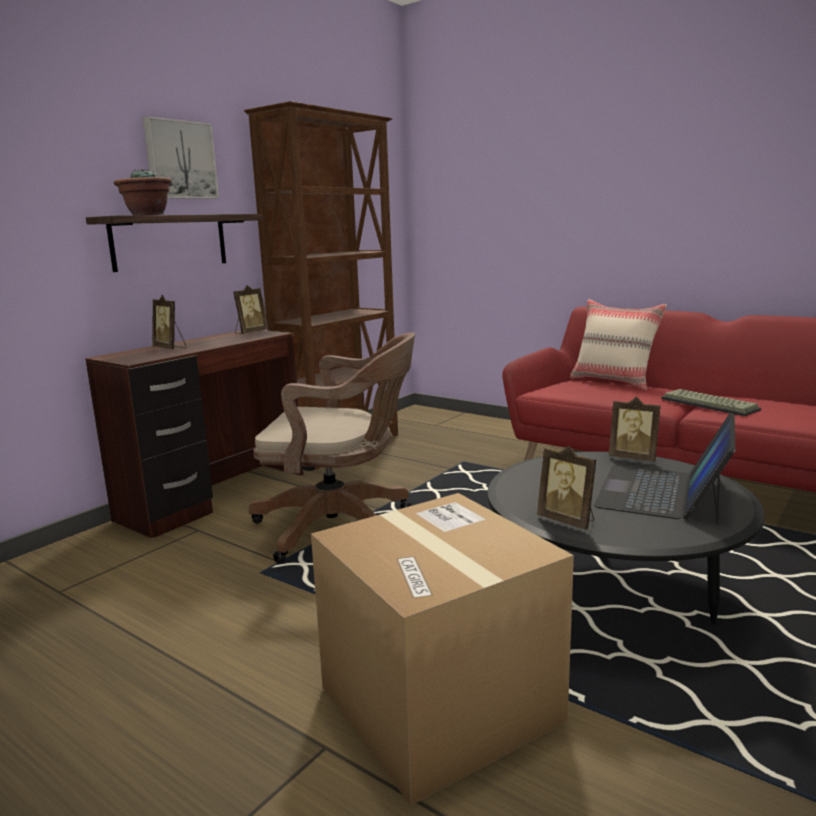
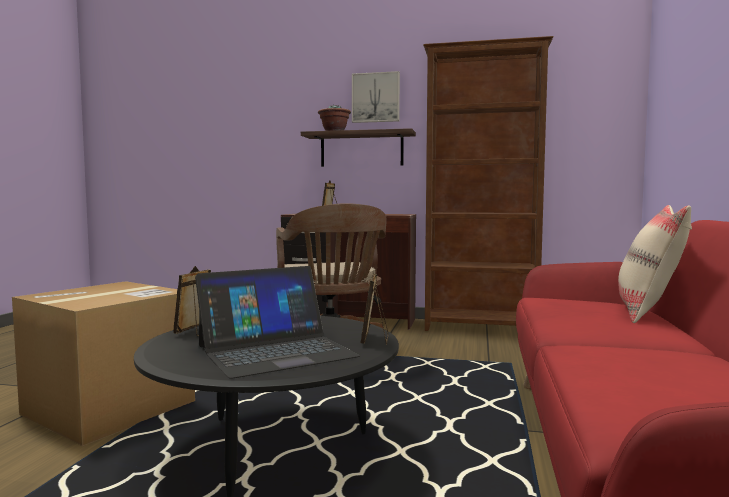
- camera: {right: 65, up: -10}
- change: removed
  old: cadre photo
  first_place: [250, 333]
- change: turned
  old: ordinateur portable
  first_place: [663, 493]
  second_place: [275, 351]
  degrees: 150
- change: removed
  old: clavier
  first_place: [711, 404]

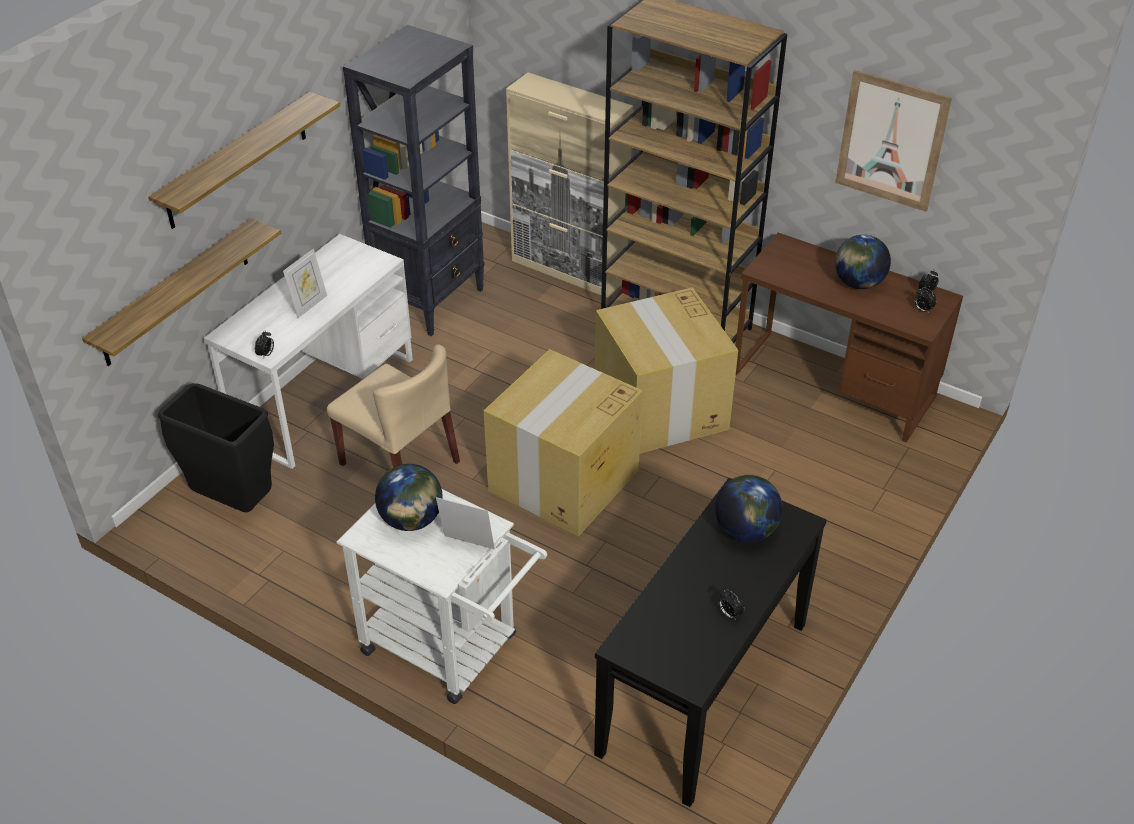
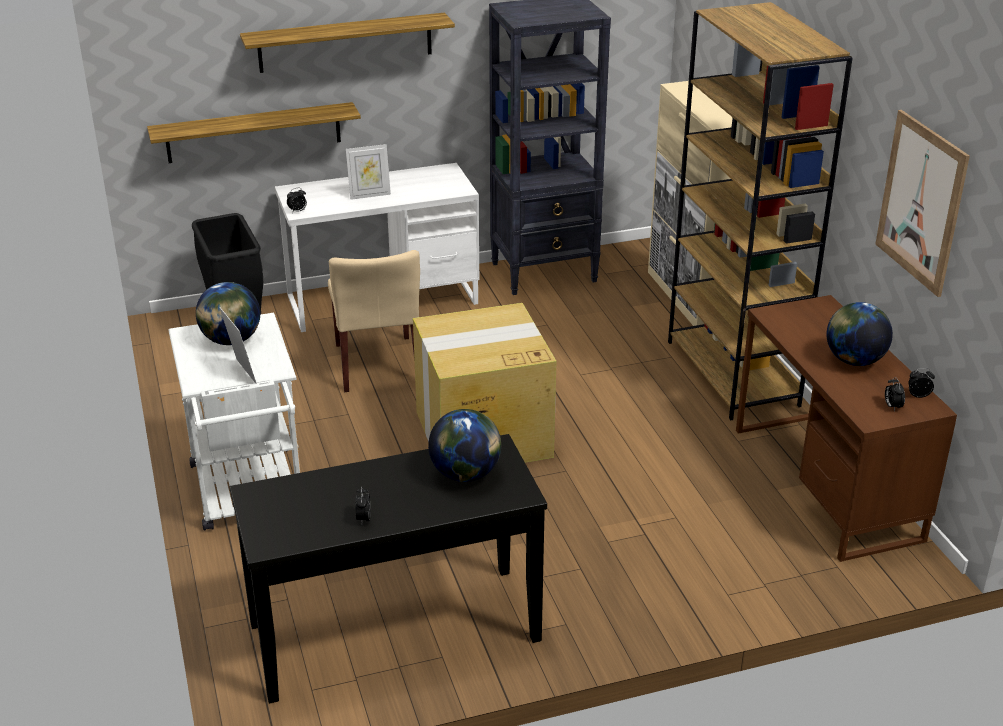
- camera: {right: 40, up: -10}
- change: removed
  old: carton
  first_place: [661, 410]

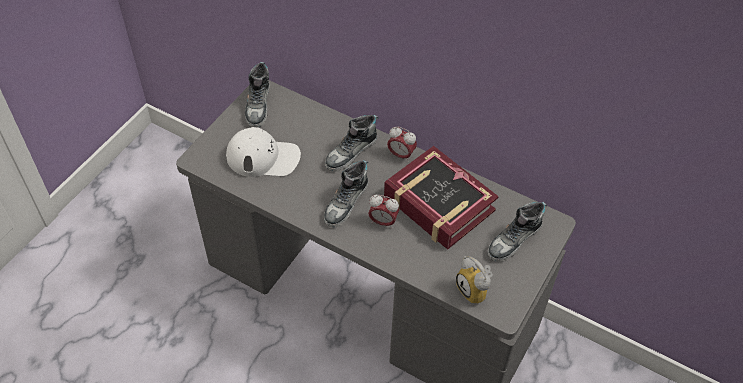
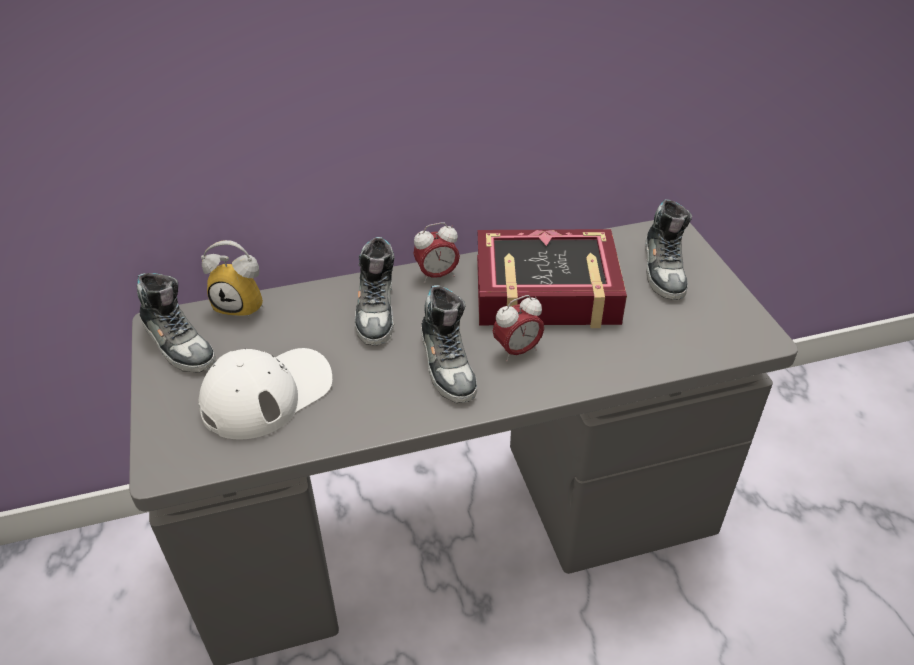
- camera: {right: -45, up: -10}
- change: moved
  old: réveil
  first_place: [476, 291]
  second_place: [244, 305]

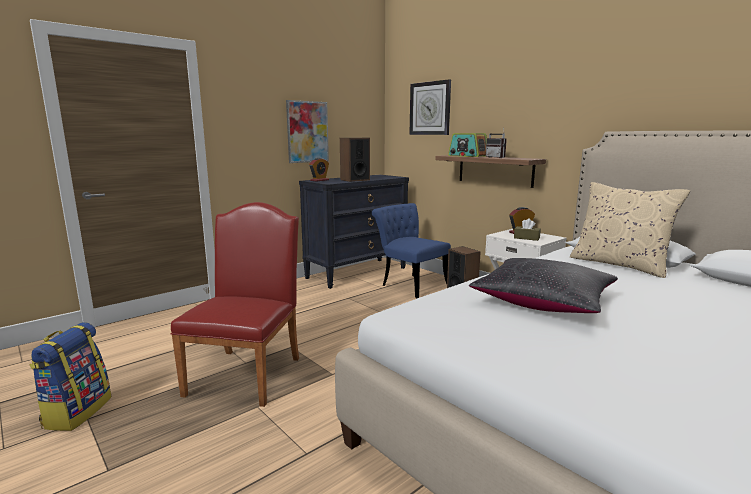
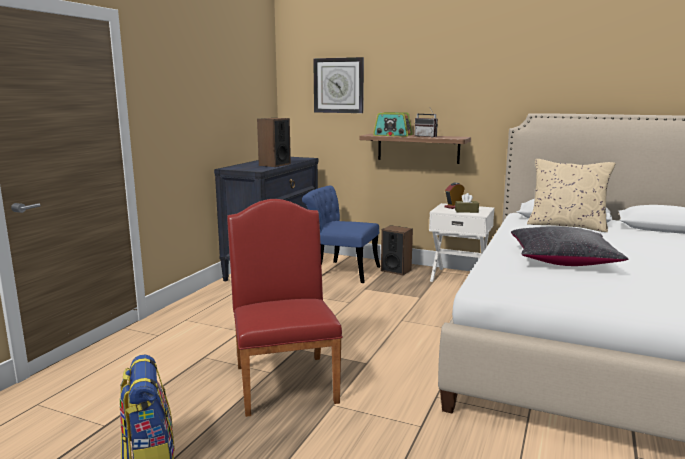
- camera: {right: -25, up: 0}
- change: removed
  old: tableau
  first_place: [307, 132]
- change: removed
  old: réveil
  first_place: [319, 180]

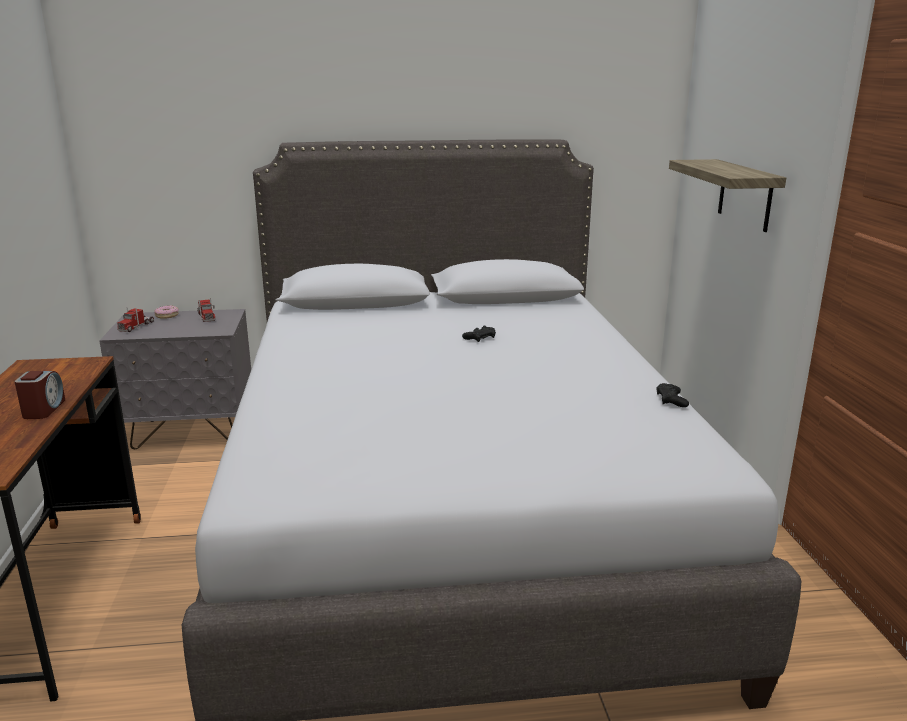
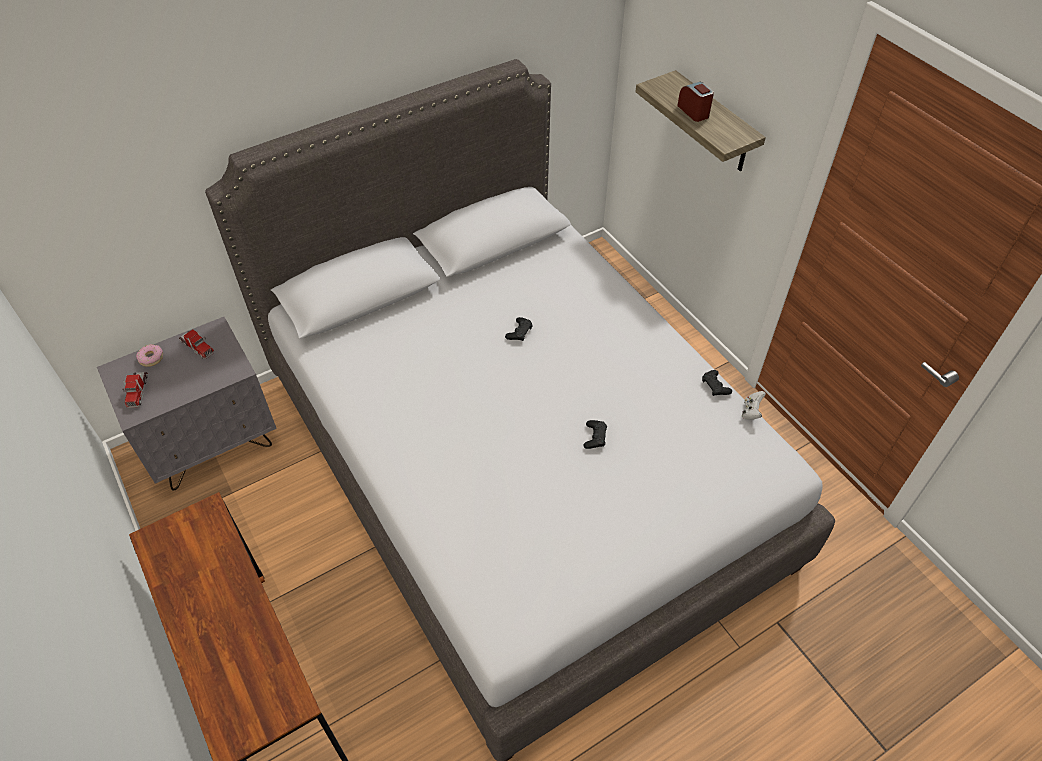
- camera: {right: -25, up: 30}
- change: moved
  old: réveil
  first_place: [44, 409]
  second_place: [694, 111]
- change: added
  new: manette (noir)
  second_place: [595, 437]
- change: added
  new: manette (blanc)
  second_place: [751, 411]

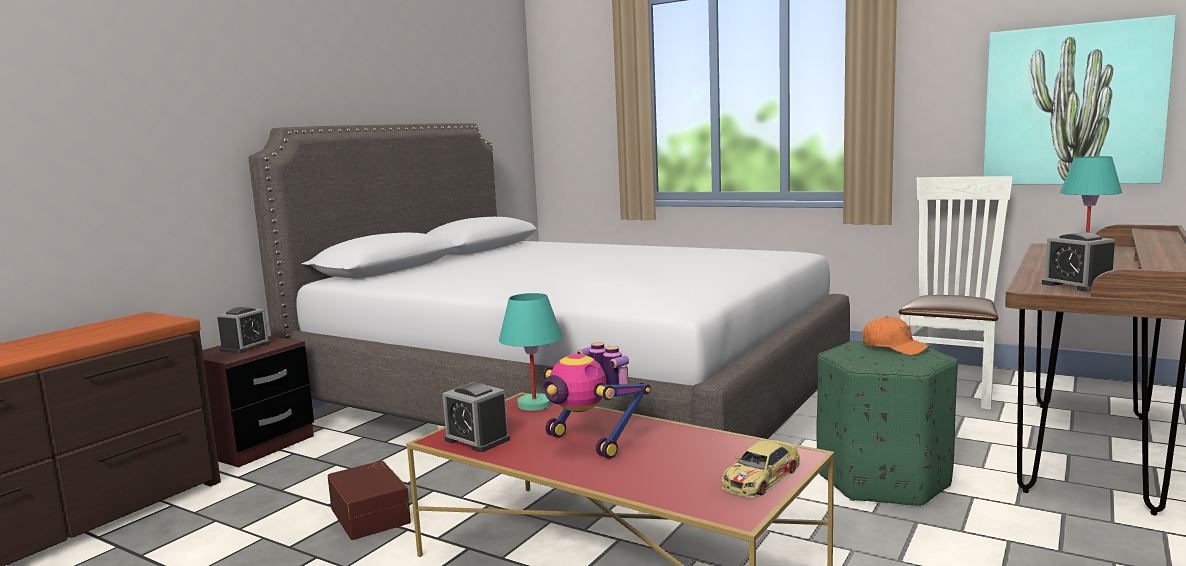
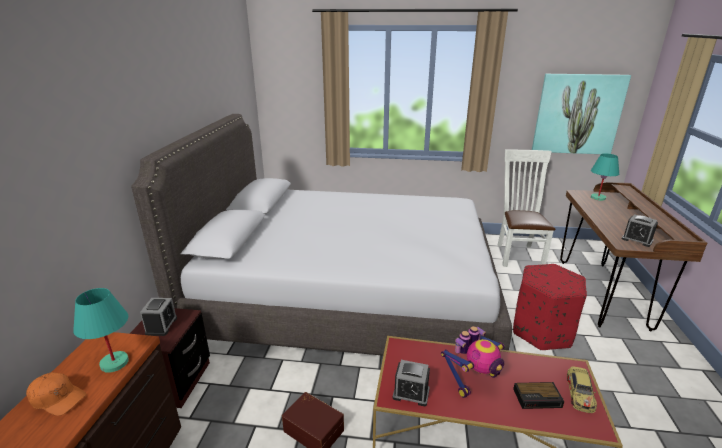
- camera: {right: -25, up: 15}
- change: moved
  old: lampe de table (turquoise)
  first_place: [535, 404]
  second_place: [115, 362]
- change: turned
  old: robot jouet
  first_place: [591, 442]
  second_place: [473, 380]
  degrees: -60
- change: recoloured
  old: pouf (vert)
  new: pouf (rouge)
  first_place: [883, 480]
  second_place: [542, 331]
- change: moved
  old: casquette (orange)
  first_place: [894, 347]
  second_place: [57, 398]
- change: added
  new: réveil
  second_place: [538, 398]

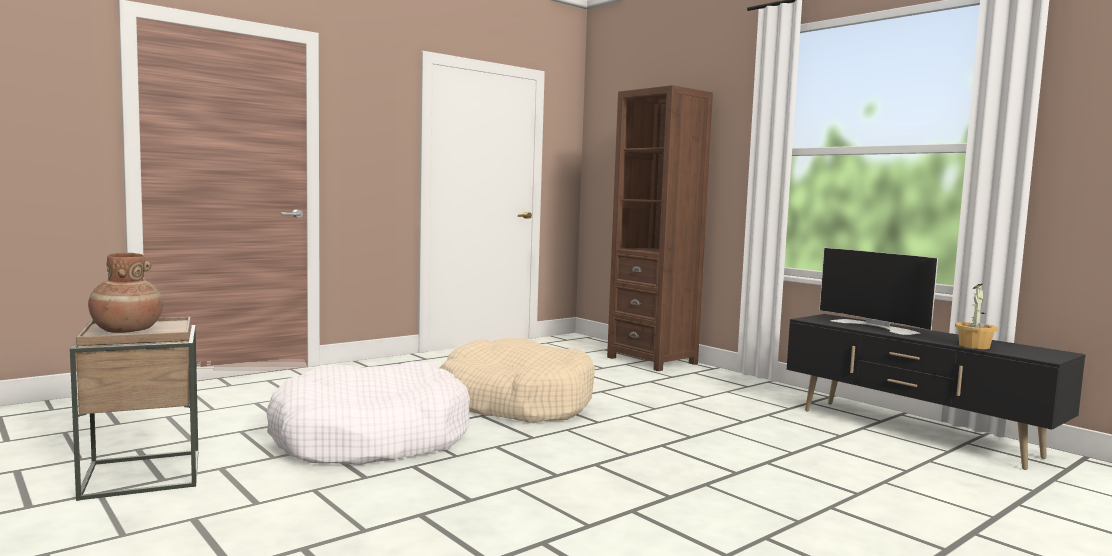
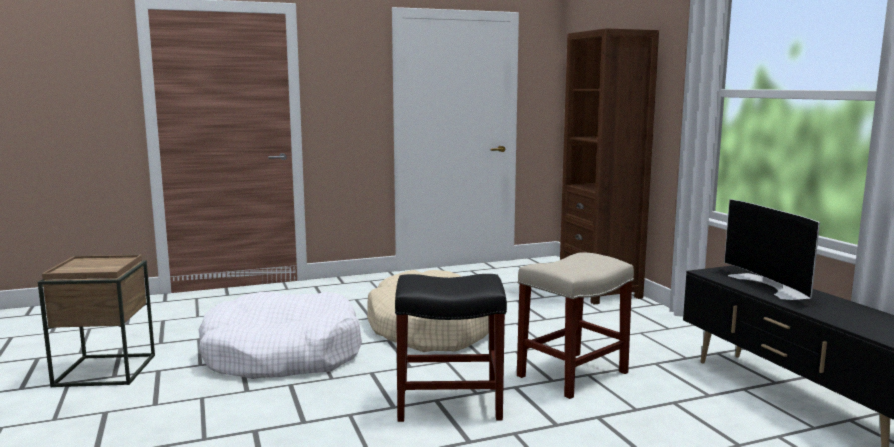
- camera: {right: 20, up: 5}
- change: removed
  old: vase (marron)
  first_place: [127, 331]
- change: removed
  old: plante en pot
  first_place: [974, 346]
- change: added
  new: tabouret (noir)
  second_place: [450, 403]
- change: added
  new: tabouret (beige)
  second_place: [572, 375]

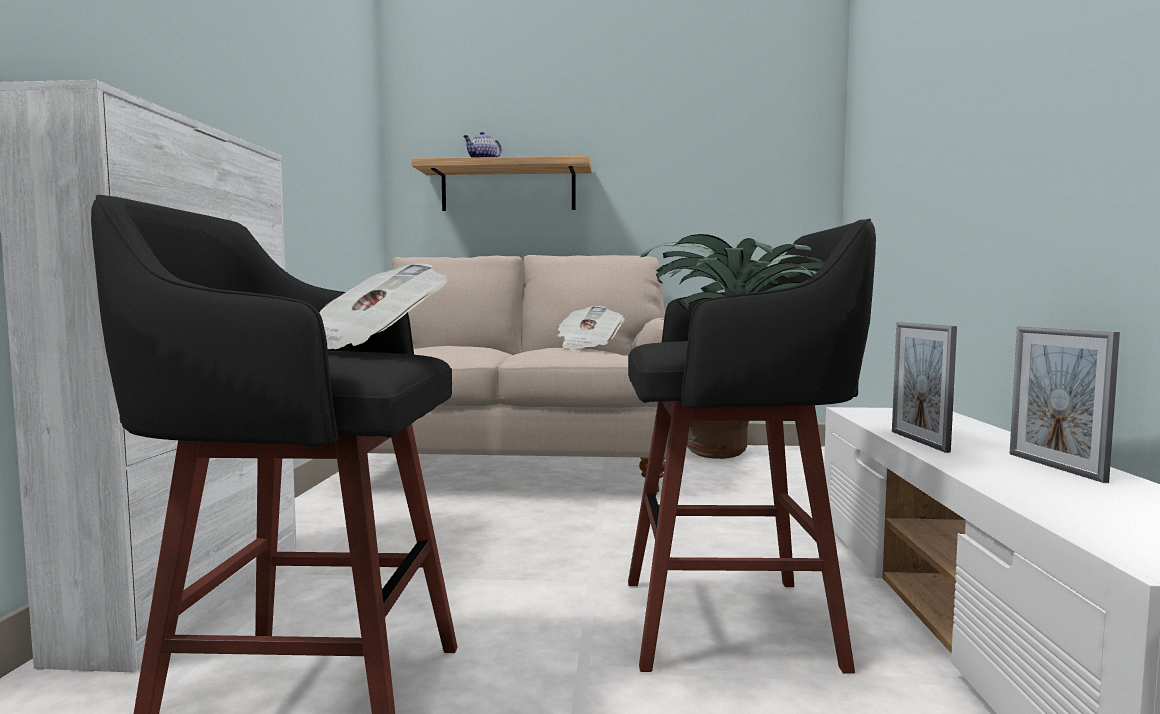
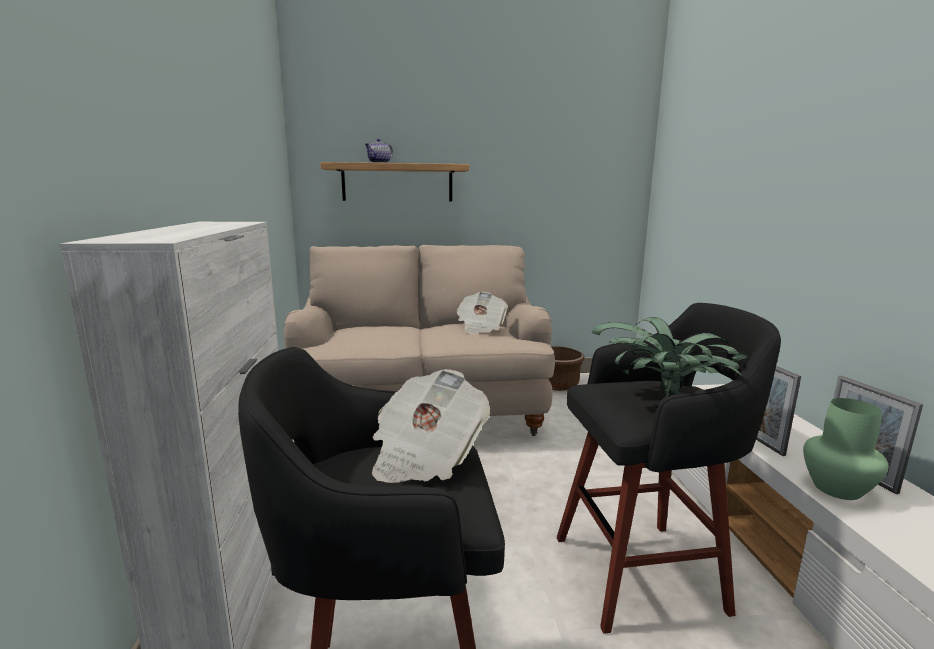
- camera: {right: -10, up: 10}
- change: added
  new: vase (vert)
  second_place: [837, 489]

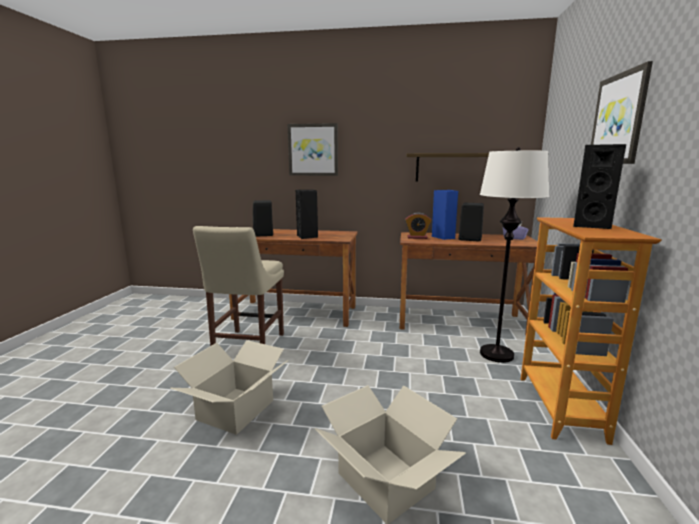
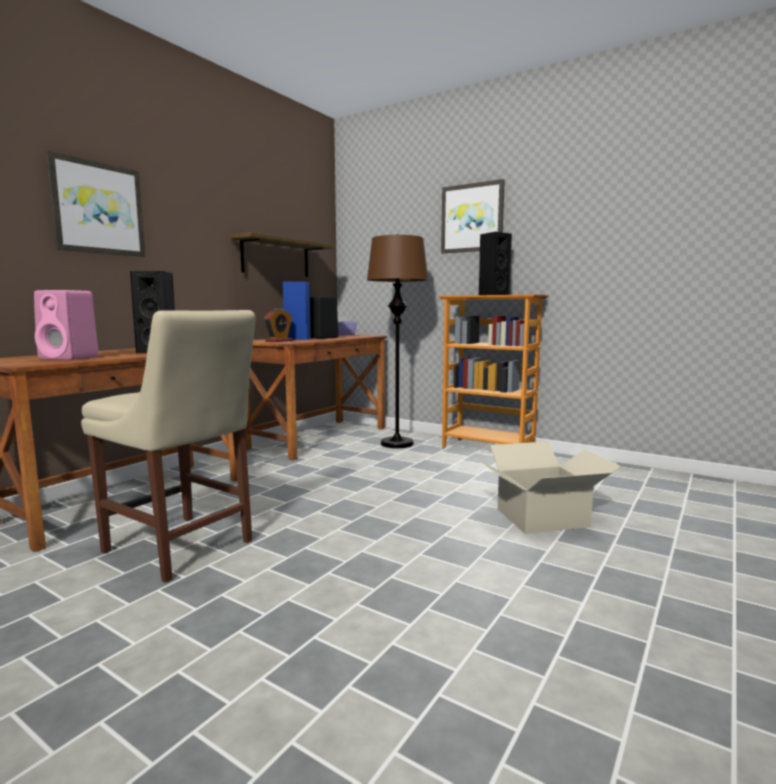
- camera: {right: -65, up: -5}
- change: removed
  old: carton
  first_place: [236, 410]
- change: recoloured
  old: enceinte (noir)
  new: enceinte (rose)
  first_place: [264, 234]
  second_place: [71, 358]
- change: recoloured
  old: lampadaire (blanc)
  new: lampadaire (marron)
  first_place: [496, 354]
  second_place: [397, 444]

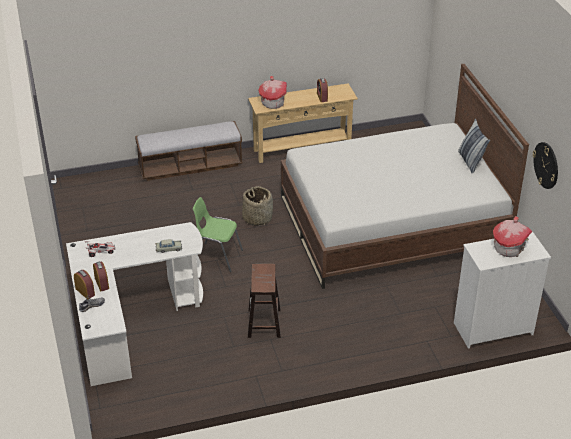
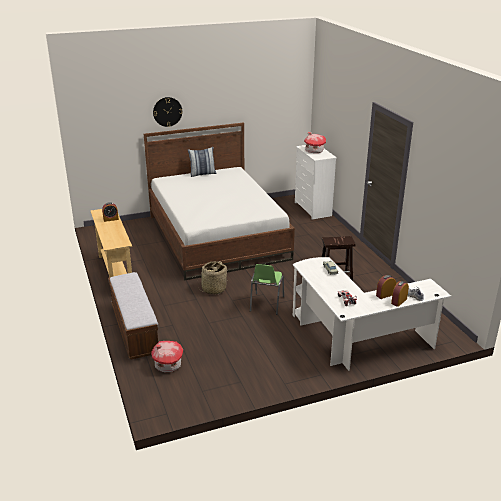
- camera: {right: -95, up: -10}
- change: moved
  old: maison miniature
  first_place: [273, 103]
  second_place: [167, 365]
- change: moved
  old: horloge murale
  first_place: [546, 165]
  second_place: [167, 111]

